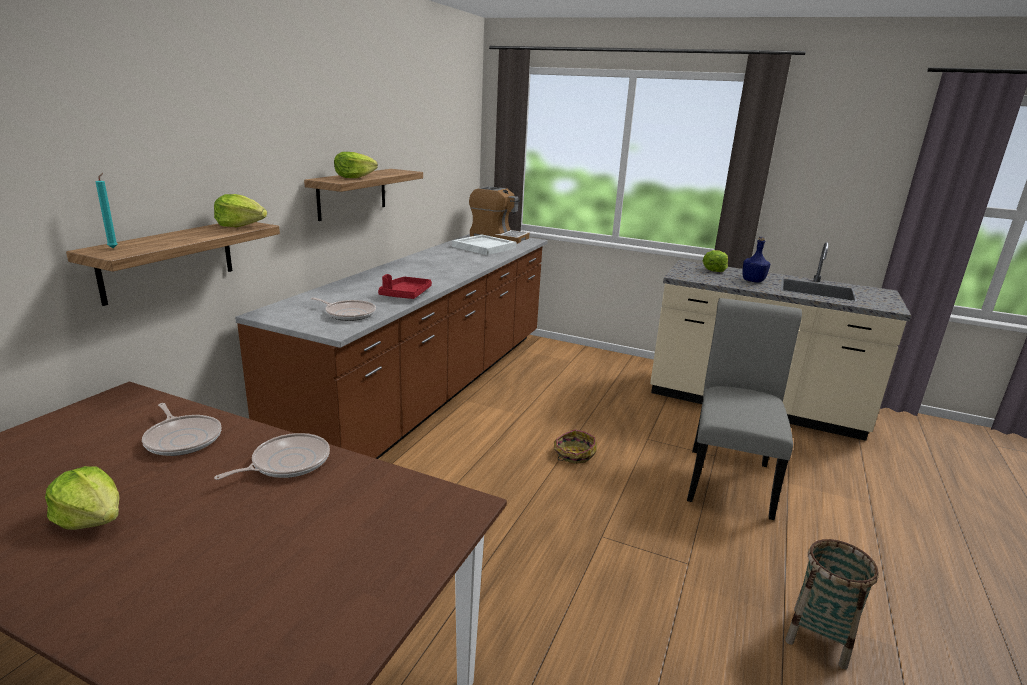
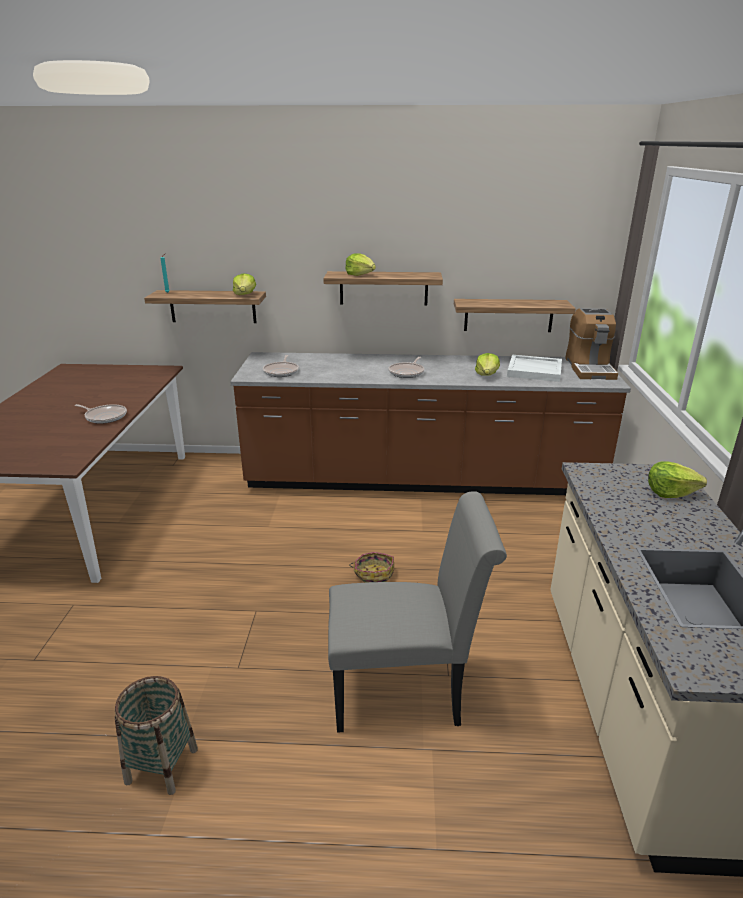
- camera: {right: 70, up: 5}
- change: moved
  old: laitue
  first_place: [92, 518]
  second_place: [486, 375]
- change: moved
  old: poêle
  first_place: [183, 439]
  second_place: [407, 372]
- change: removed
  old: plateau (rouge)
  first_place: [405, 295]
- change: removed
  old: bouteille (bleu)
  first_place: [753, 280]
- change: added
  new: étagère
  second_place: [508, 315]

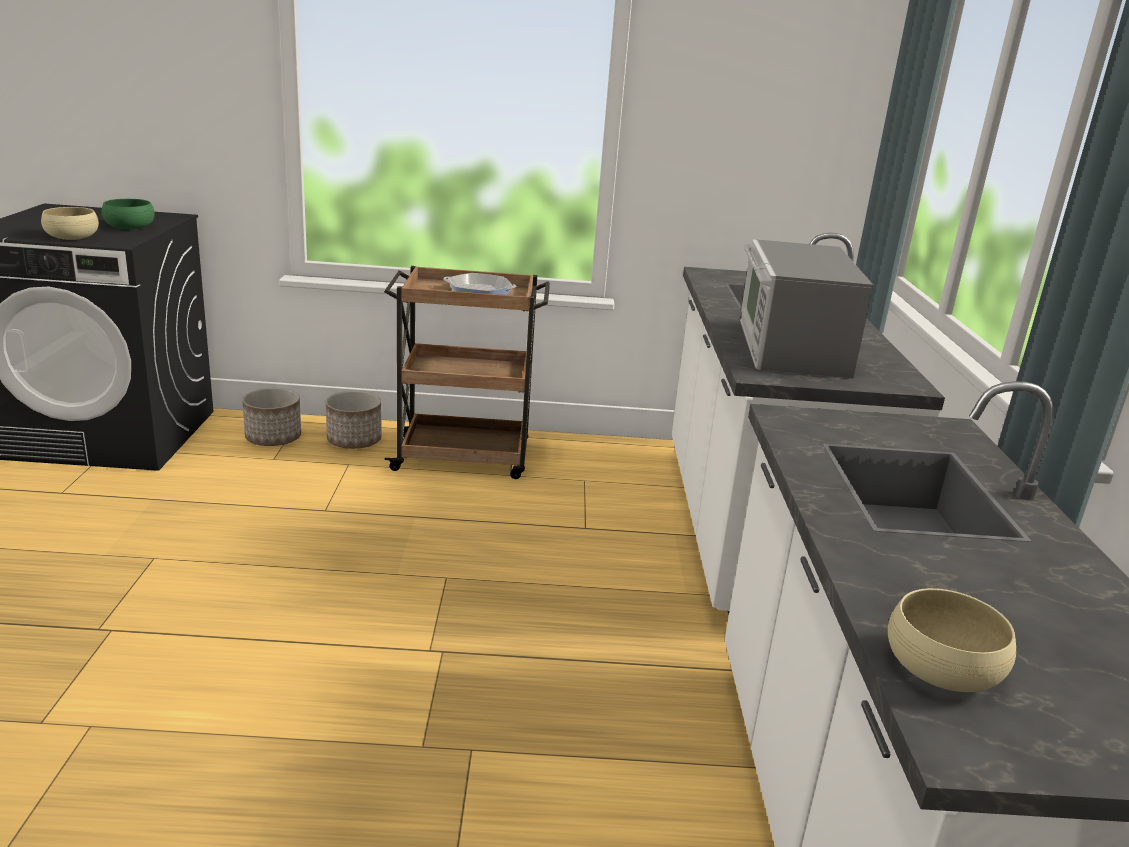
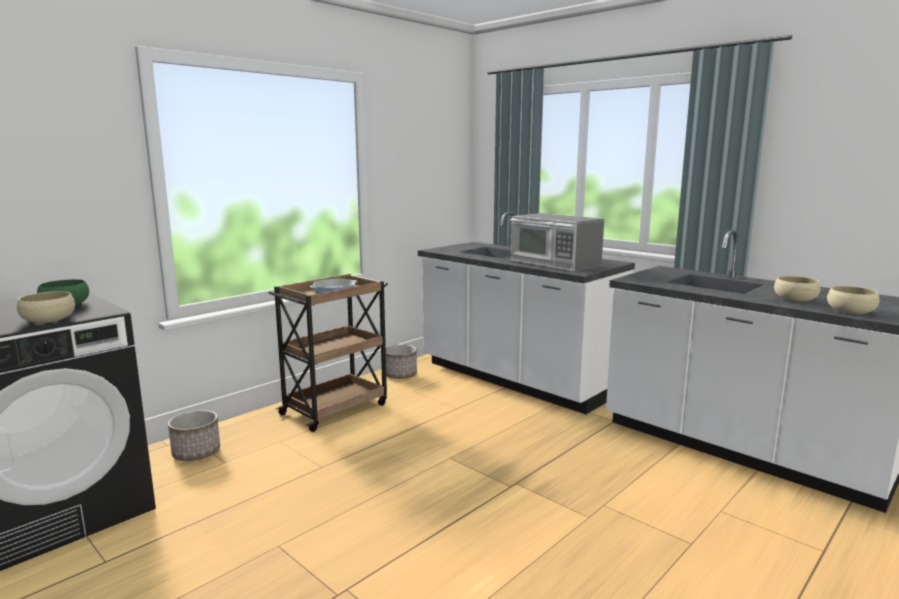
- camera: {right: -45, up: -10}
- change: moved
  old: cache-pot
  first_place: [354, 441]
  second_place: [400, 375]
- change: added
  new: bol (beige)
  second_place: [795, 299]

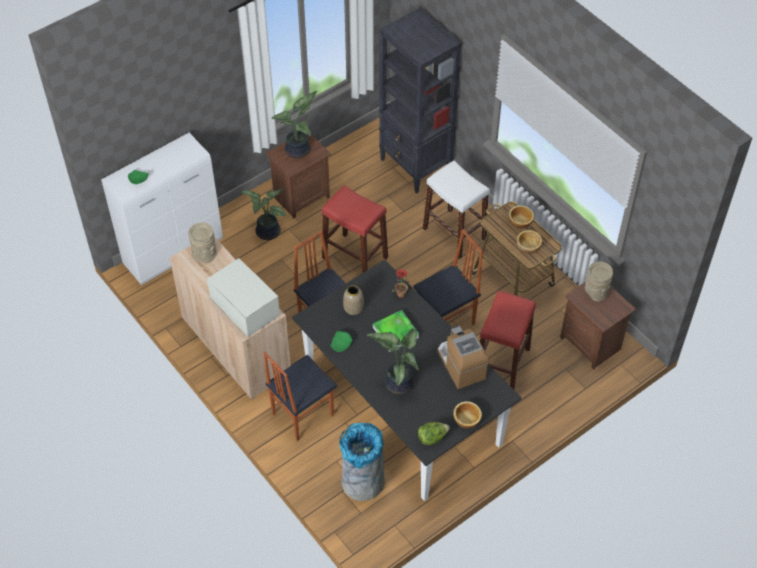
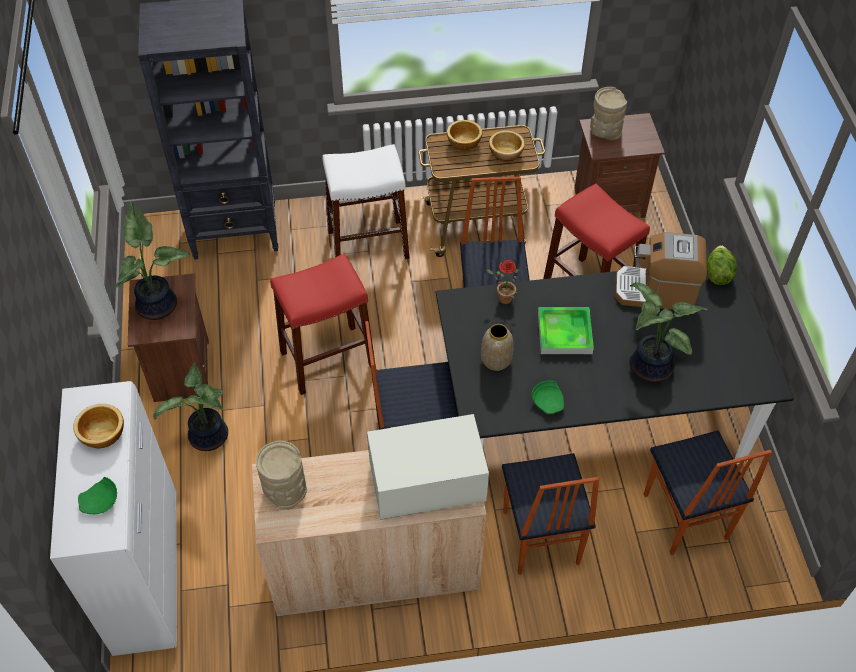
- camera: {right: -60, up: 0}
- change: replaced
  old: poubelle (gris)
  new: chaise
  first_place: [362, 482]
  second_place: [684, 517]
- change: moved
  old: laitue
  first_place: [432, 438]
  second_place: [718, 274]
- change: moved
  old: bol
  first_place: [466, 419]
  second_place: [102, 435]

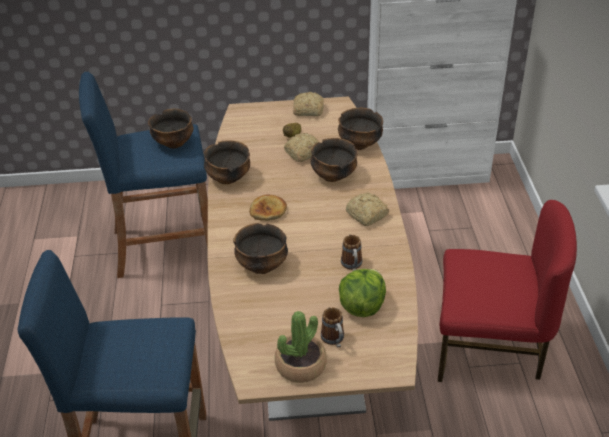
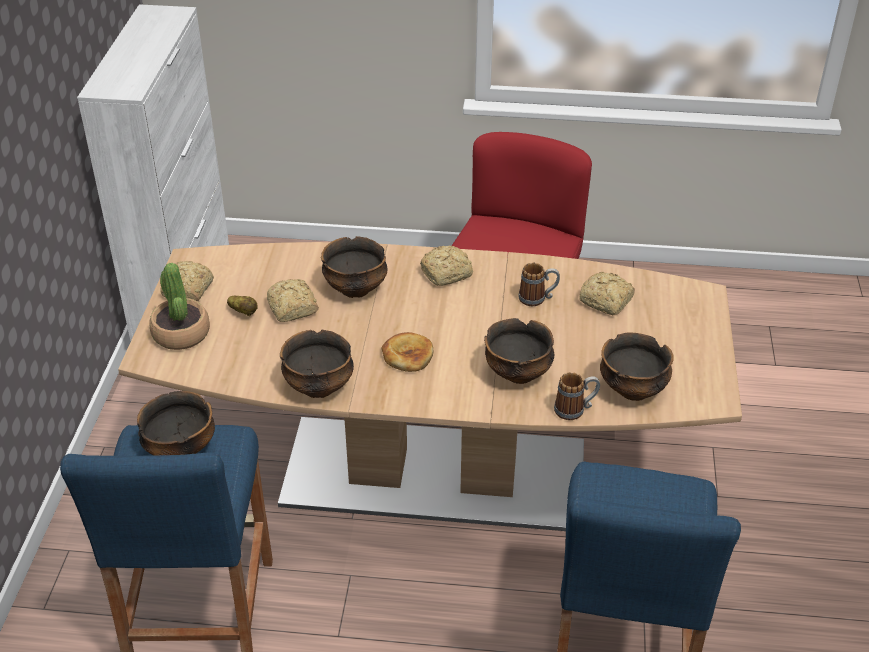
- camera: {right: -80, up: 0}
- change: moved
  old: plante en pot
  first_place: [300, 365]
  second_place: [181, 333]
- change: moved
  old: mug
  first_place: [334, 340]
  second_place: [575, 410]
- change: moved
  old: bol
  first_place: [359, 144]
  second_place: [633, 389]
- change: replaced
  old: laitue
  new: pain
  first_place: [362, 306]
  second_place: [606, 302]

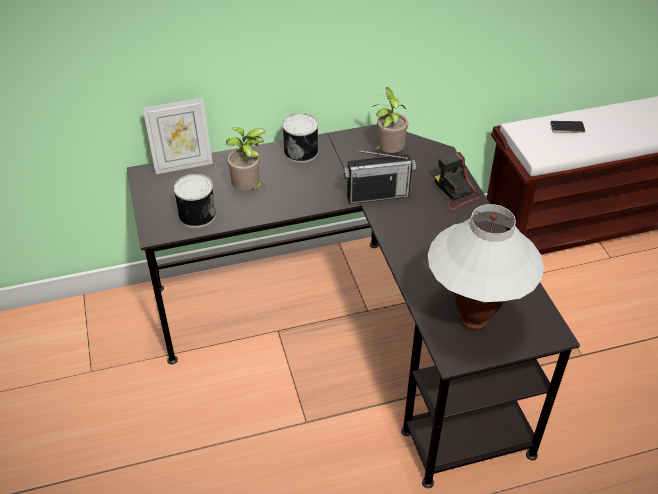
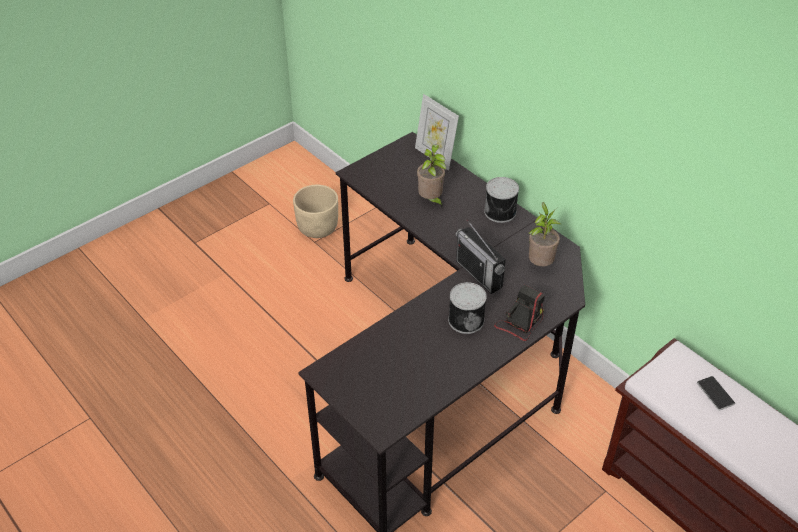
- camera: {right: 65, up: 0}
- change: moved
  old: boîte métallique
  first_place: [196, 214]
  second_place: [466, 319]
- change: removed
  old: lampe de table (blanc)
  first_place: [474, 320]
- change: added
  new: cache-pot (beige)
  second_place: [318, 227]

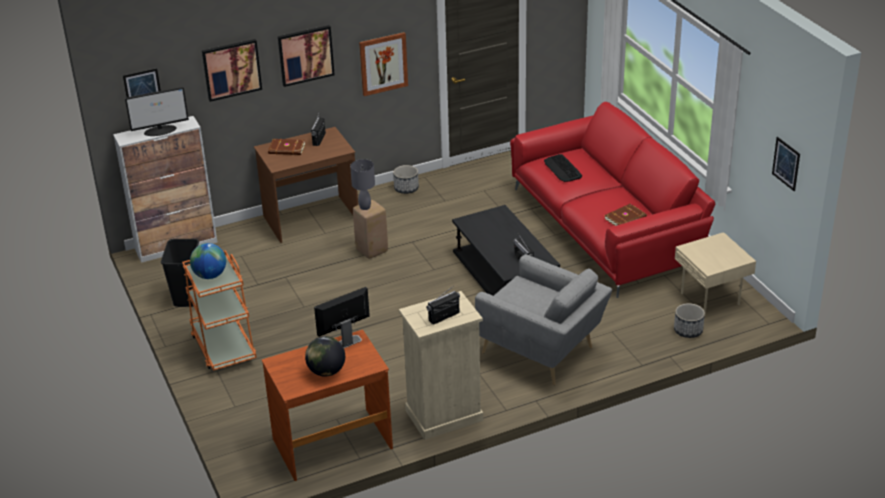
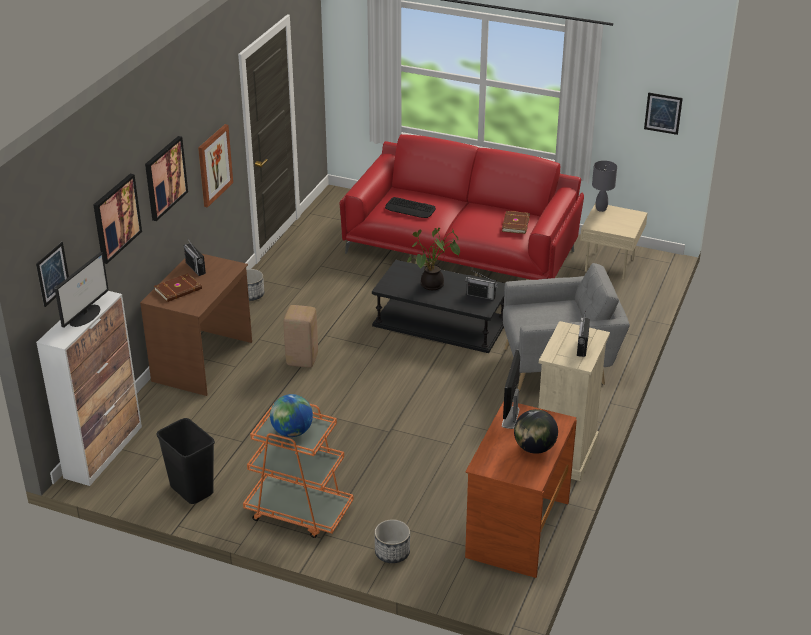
- camera: {right: -45, up: 0}
- change: moved
  old: lampe de table (gris)
  first_place: [365, 207]
  second_place: [600, 209]
- change: moved
  old: cache-pot
  first_place: [688, 330]
  second_place: [392, 552]
- change: added
  new: plante en pot
  second_place: [432, 286]

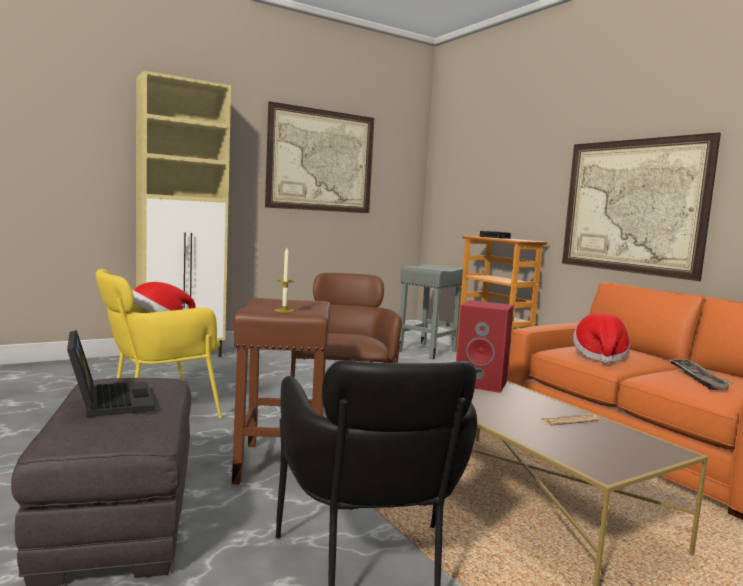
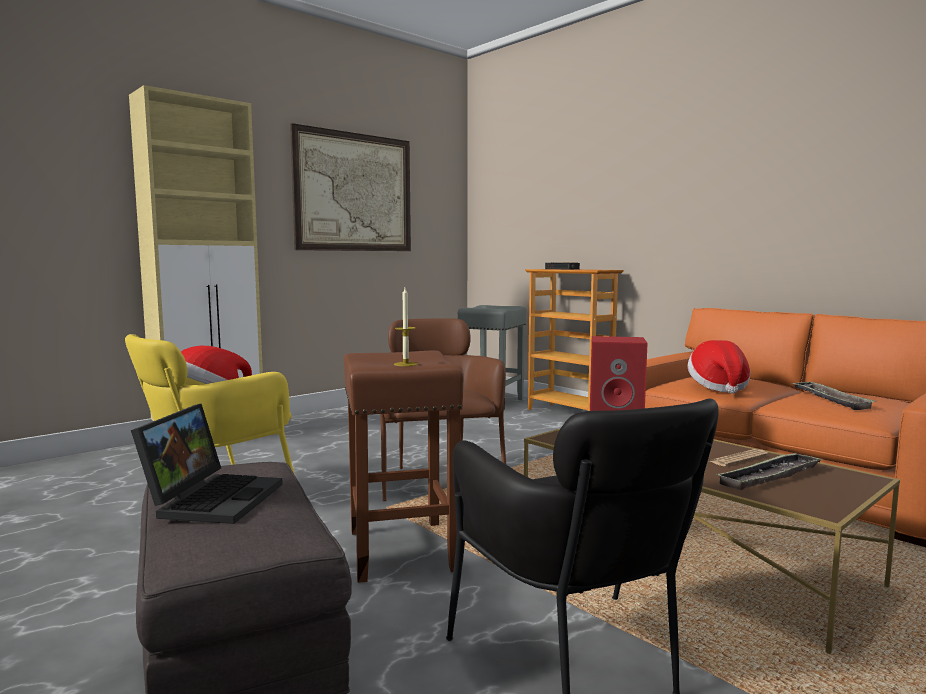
- camera: {right: -10, up: 0}
- change: turned
  old: ordinateur portable
  first_place: [108, 400]
  second_place: [213, 498]
  degrees: 45
- change: removed
  old: tableau
  first_place: [632, 206]
- change: added
  new: plateau
  second_place: [770, 477]

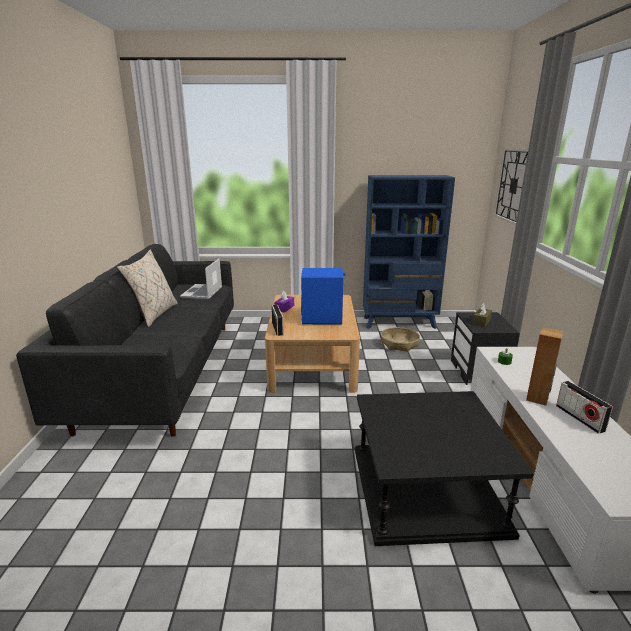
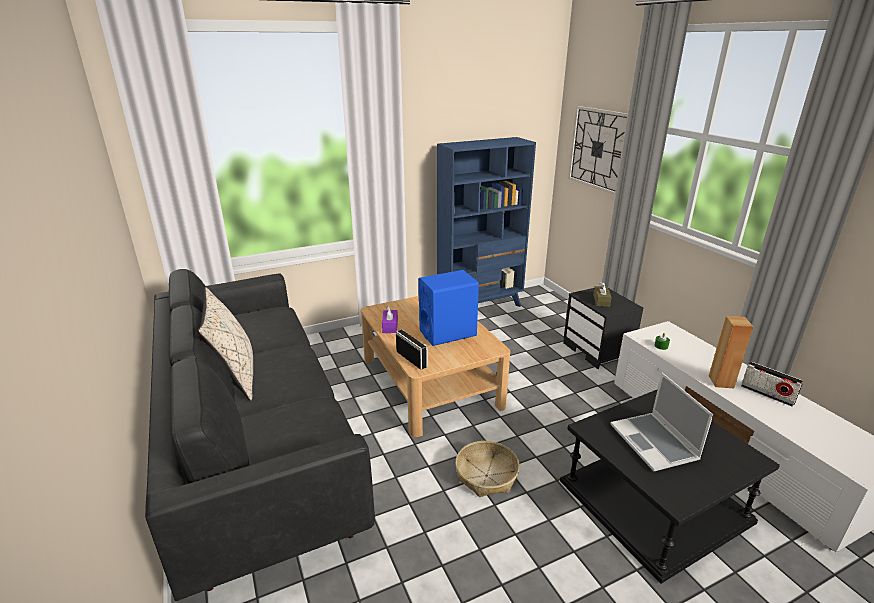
- camera: {right: -25, up: 5}
- change: moved
  old: ordinateur portable
  first_place: [202, 293]
  second_place: [655, 443]
- change: moved
  old: panier
  first_place: [399, 344]
  second_place: [486, 475]

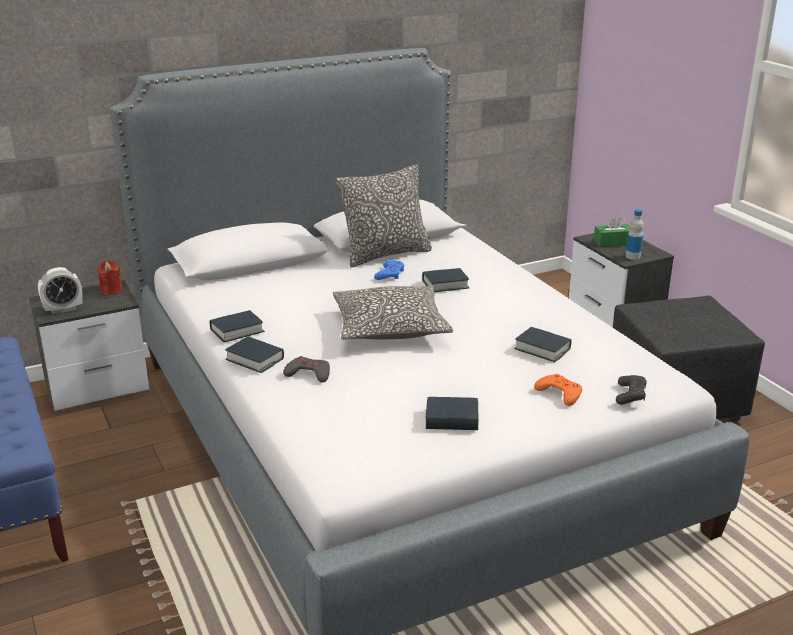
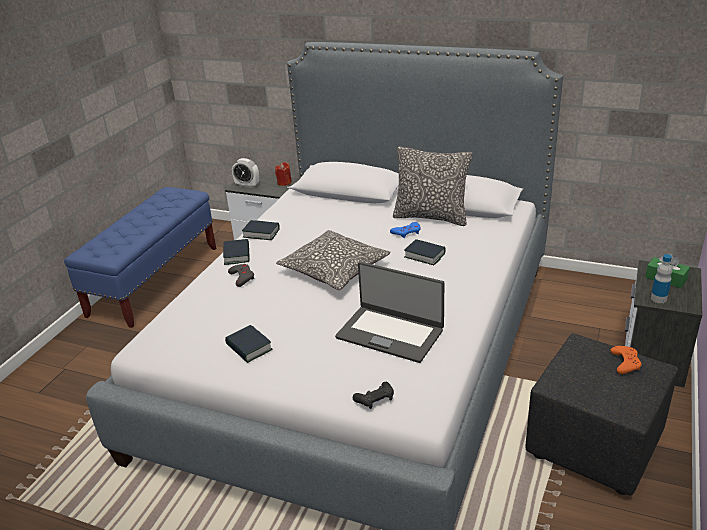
- camera: {right: 50, up: 5}
- change: replaced
  old: livre
  new: ordinateur portable
  first_place: [542, 349]
  second_place: [390, 333]
- change: moved
  old: manette (orange)
  first_place: [559, 393]
  second_place: [625, 362]

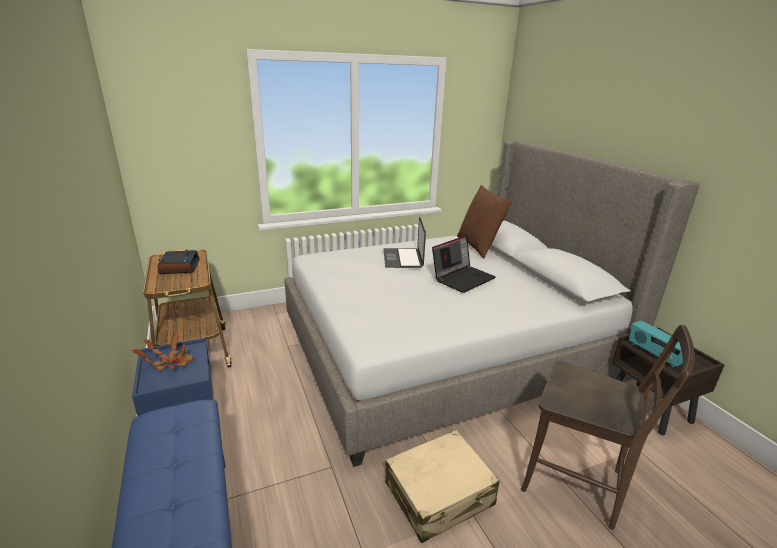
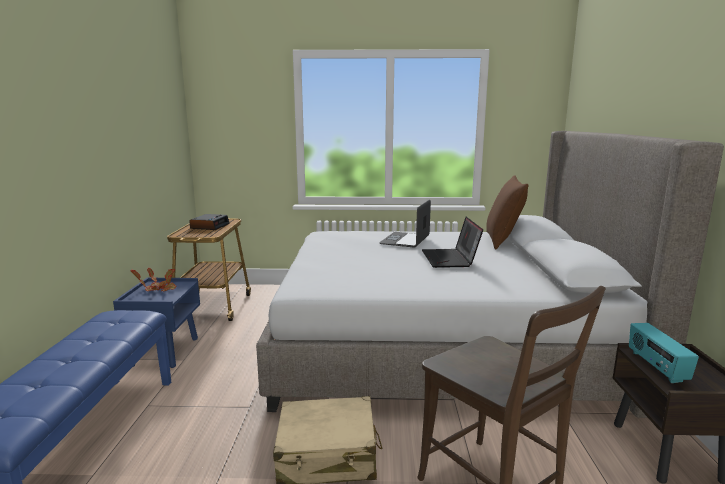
- camera: {right: 25, up: -10}
- change: turned
  old: ordinateur portable
  first_place: [462, 278]
  second_place: [450, 259]
  degrees: 105

